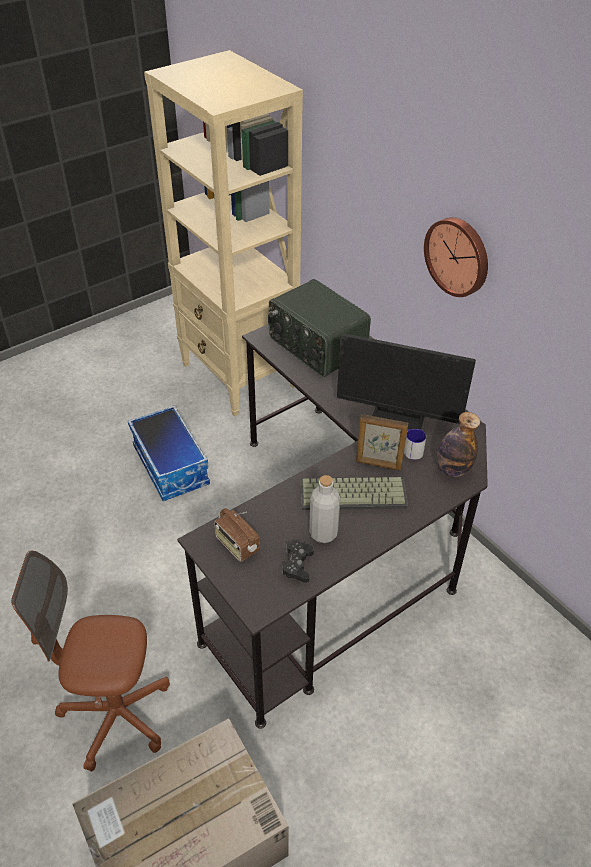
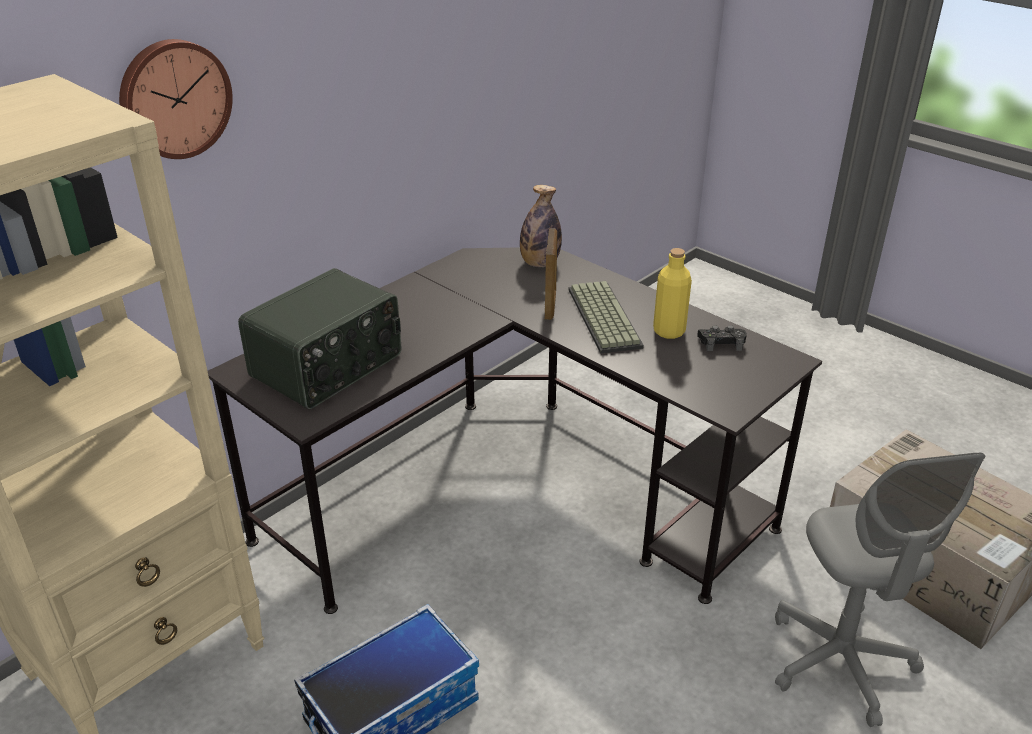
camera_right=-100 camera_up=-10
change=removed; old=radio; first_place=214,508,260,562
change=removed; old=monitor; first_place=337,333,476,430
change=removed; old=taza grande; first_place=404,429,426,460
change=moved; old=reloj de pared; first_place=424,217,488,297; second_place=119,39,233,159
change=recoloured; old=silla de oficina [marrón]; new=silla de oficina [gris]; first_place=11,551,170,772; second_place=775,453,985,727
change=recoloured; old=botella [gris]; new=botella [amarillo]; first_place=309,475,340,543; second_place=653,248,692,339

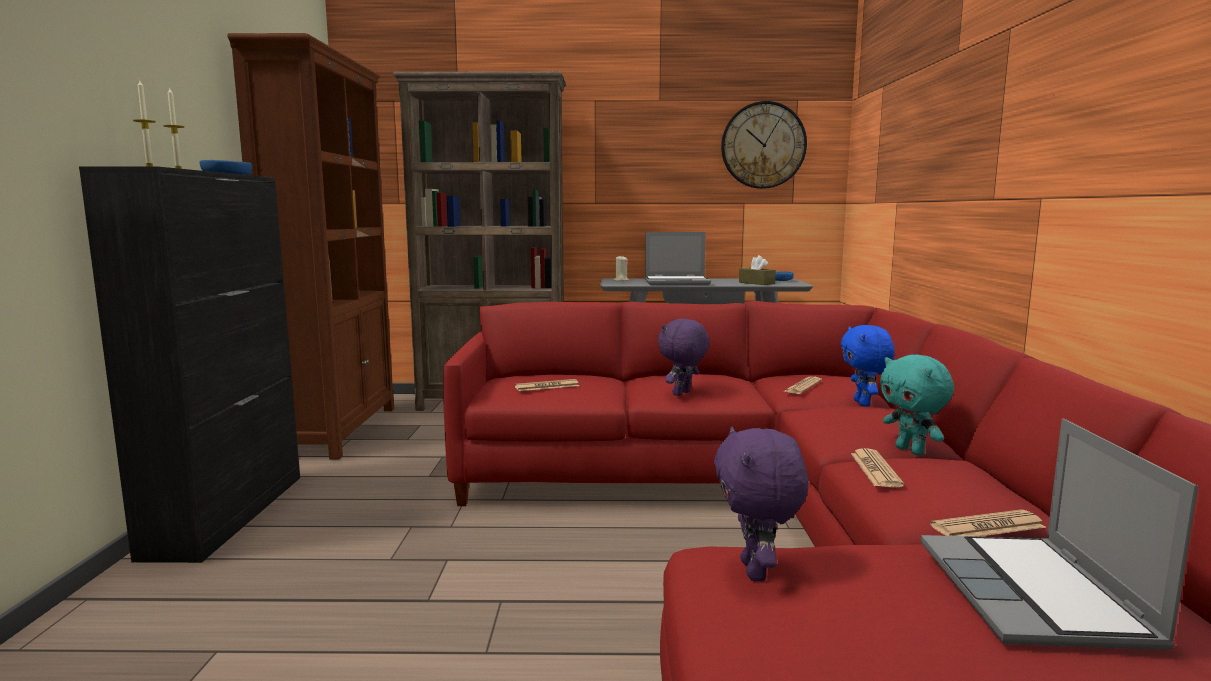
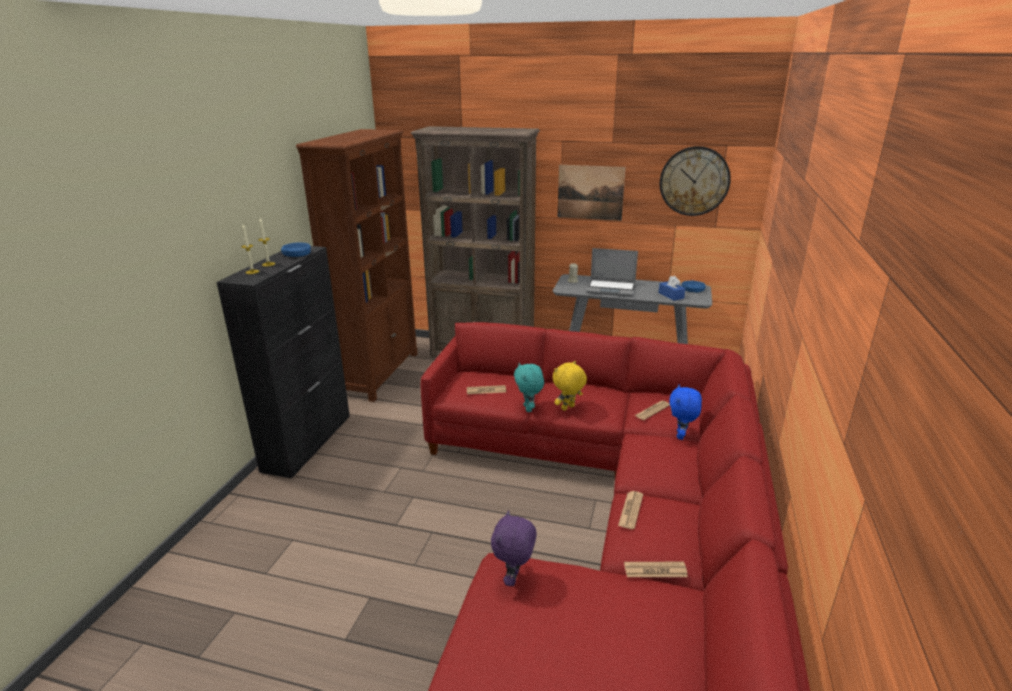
camera_right=15 camera_up=15
change=removed; old=portátil; first_place=921,418,1199,650
change=added; new=cuadro; second_place=558,165,626,221
change=moved; old=peluche [turquesa]; first_place=880,354,954,456; second_place=514,363,544,412
change=recoloured; old=peluche [morado]; new=peluche [amarillo]; first_place=658,319,710,396; second_place=553,361,587,411
change=recoloured; old=caja de pañuelos [marrón]; new=caja de pañuelos [azul]; first_place=739,255,776,285; second_place=659,276,685,301

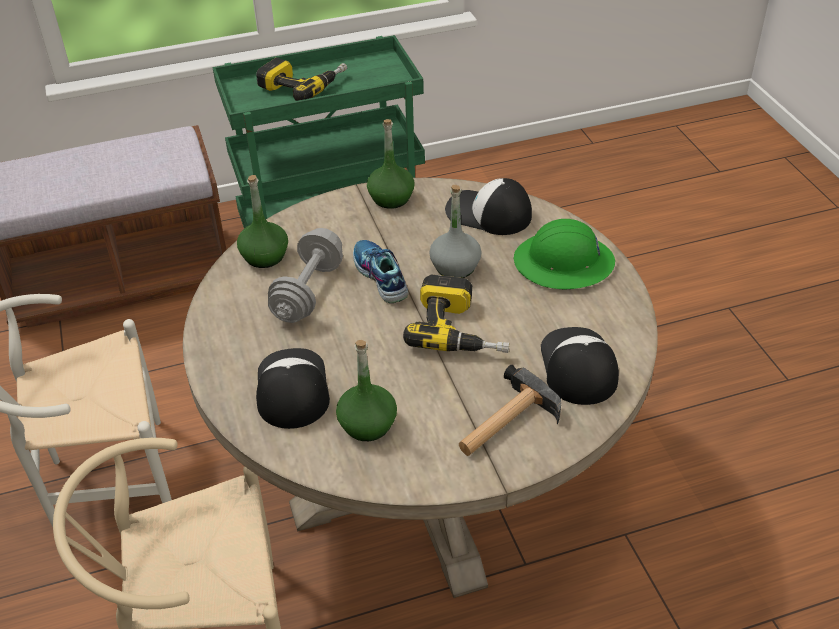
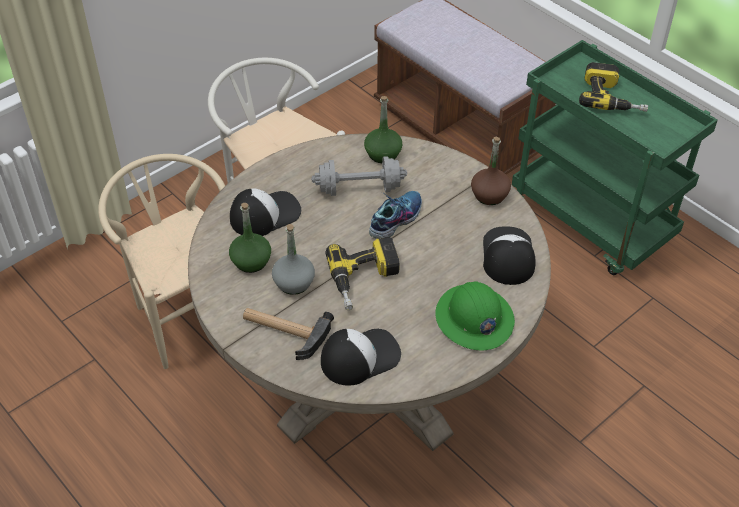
camera_right=65 camera_up=5
change=moved; old=botella [gris]; first_place=429,185,482,278; second_place=272,224,315,295
change=recoloured; old=botella [verde]; new=botella [marrón]; first_place=367,119,415,209; second_place=471,137,511,205

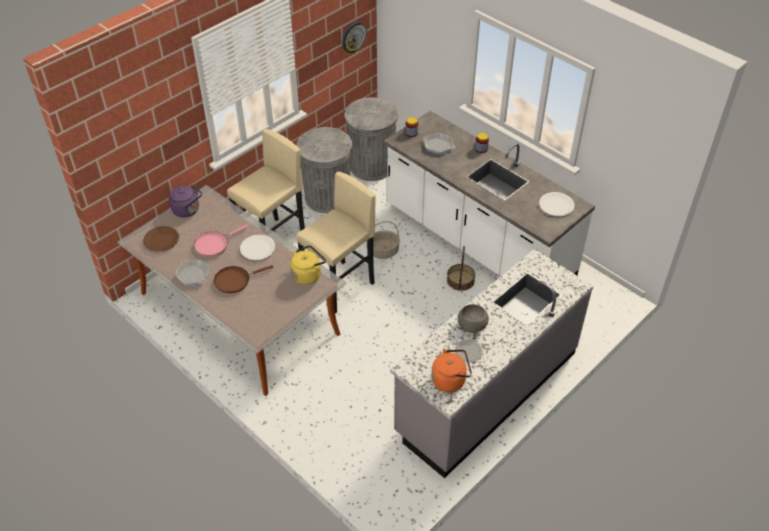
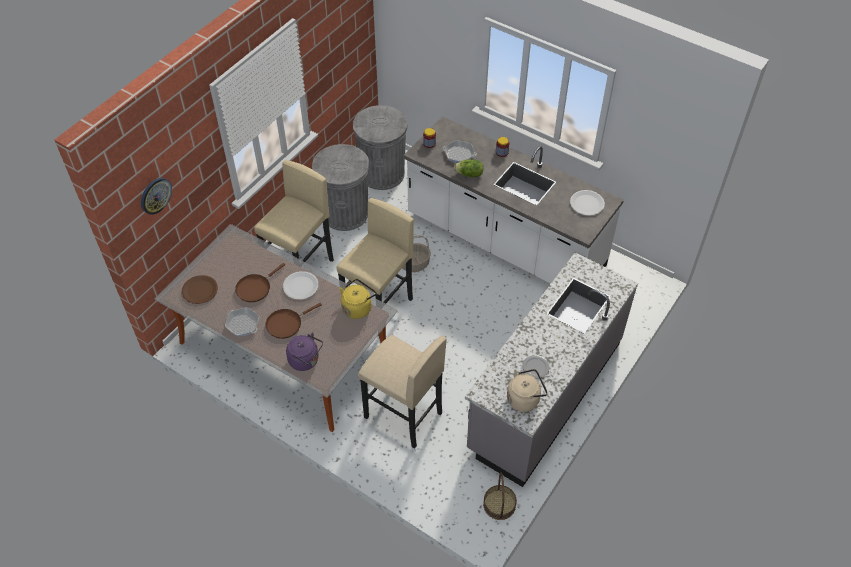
camera_right=-10 camera_up=5
change=removed; old=cuenco [gris]; first_place=458,304,489,333
change=added; new=taburete [beis]; second_place=358,335,447,449
change=added; new=lechuga; second_place=454,159,483,177
change=moved; old=hervidor [morado]; first_place=169,185,202,217; second_place=286,333,323,371
change=moved; old=reloj de pared; first_place=342,22,367,53; second_place=141,178,172,215
change=moved; old=cesta; first_place=447,246,475,291; second_place=483,472,517,520
change=recoloured; old=sartén [rosa]; new=sartén [marrón]; first_place=194,225,248,257; second_place=235,263,285,302
change=recoloured; old=hervidor [naranja]; new=hervidor [beis]; first_place=431,348,472,392; second_place=507,369,548,412

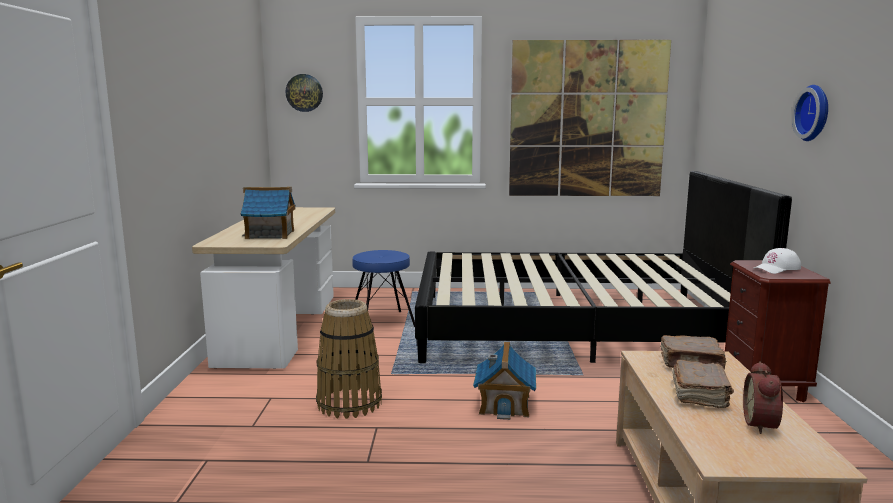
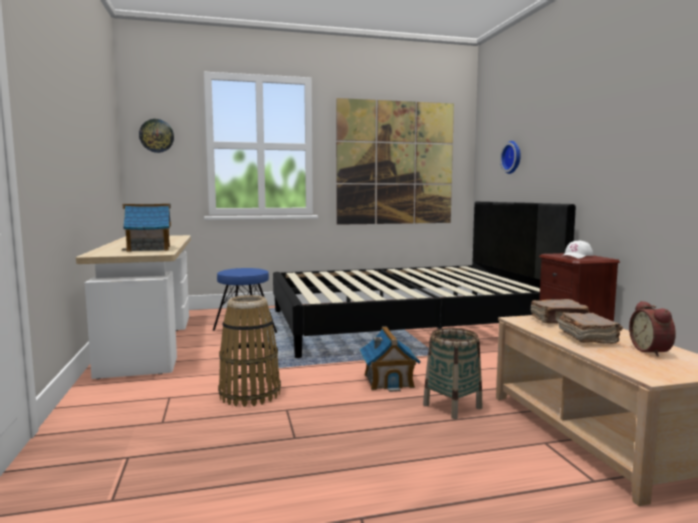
camera_right=-15 camera_up=-5
change=added; new=cesta; second_place=423,328,482,419
change=moved; old=reloj de pared; first_place=792,85,828,141; second_place=500,141,521,174

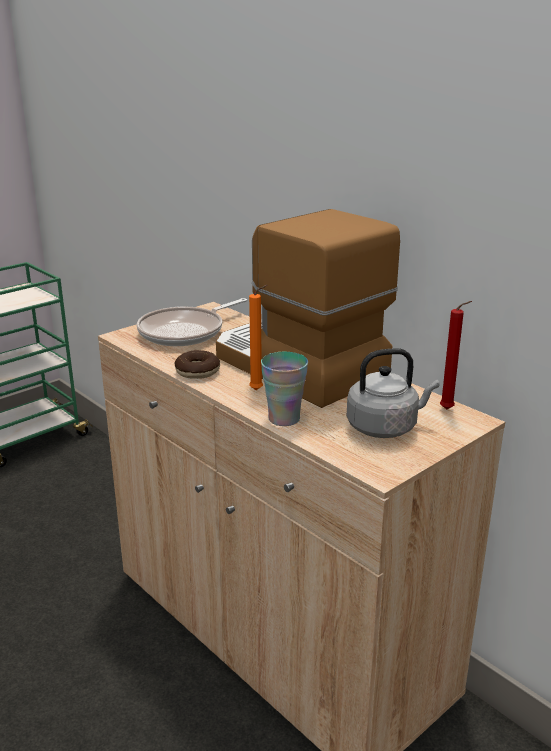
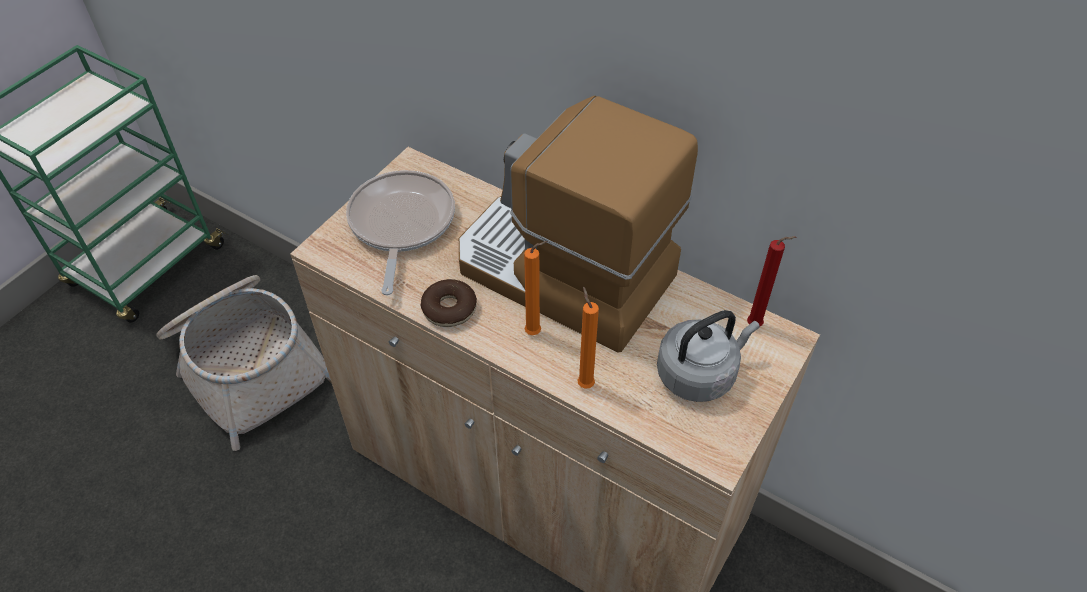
camera_right=-15 camera_up=25
change=added; new=cesta; second_place=156,275,332,451
change=replaced; old=taza; new=vela [naranja]; first_place=261,352,308,426; second_place=577,287,599,389
change=turned; old=sartén; first_place=137,298,247,346; second_place=346,170,455,295; degrees=150

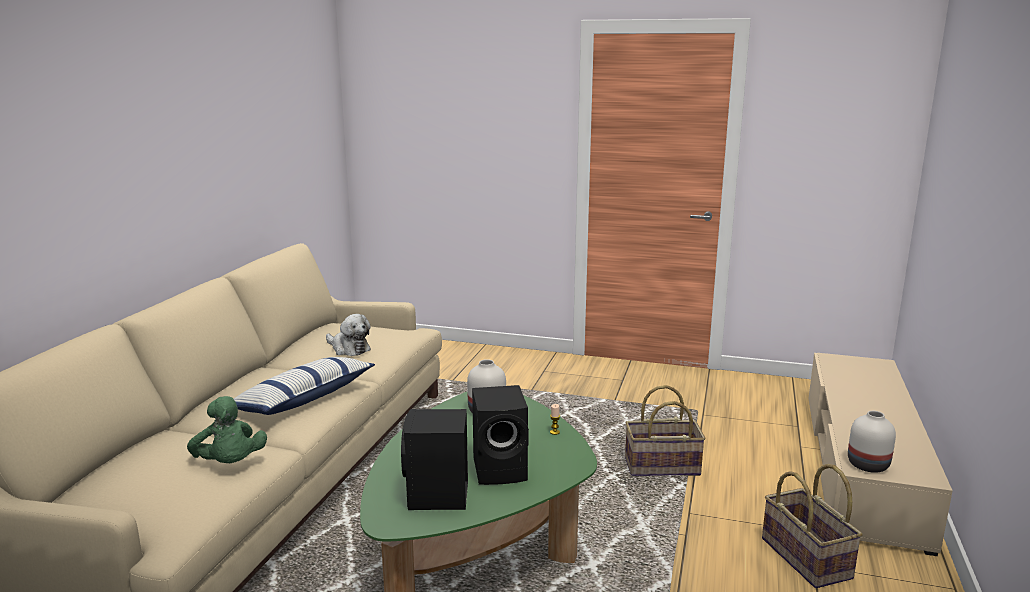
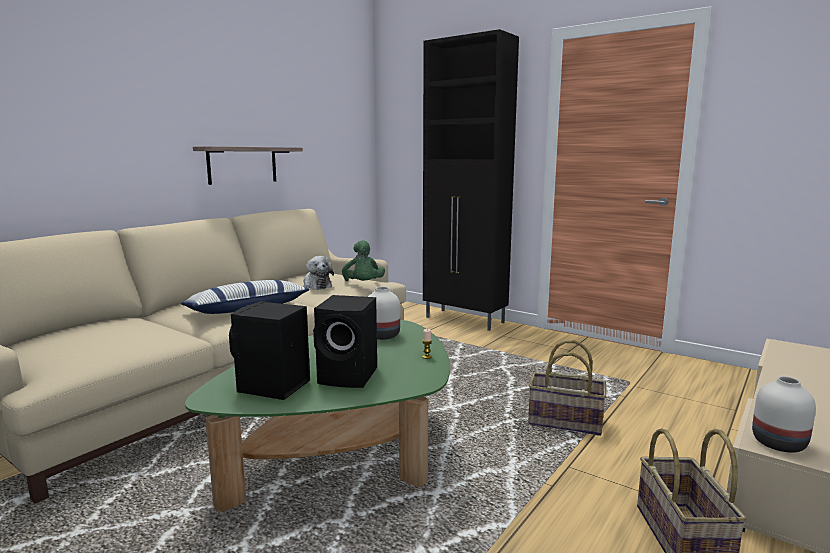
camera_right=20 camera_up=-5
change=added; new=estante; second_place=193,146,303,185
change=added; new=armario [negro]; second_place=423,29,519,331
change=moved; old=peluche [verde]; first_place=187,396,267,463; second_place=342,240,385,281

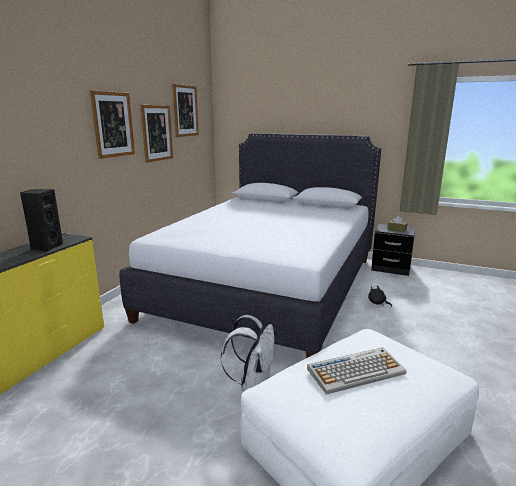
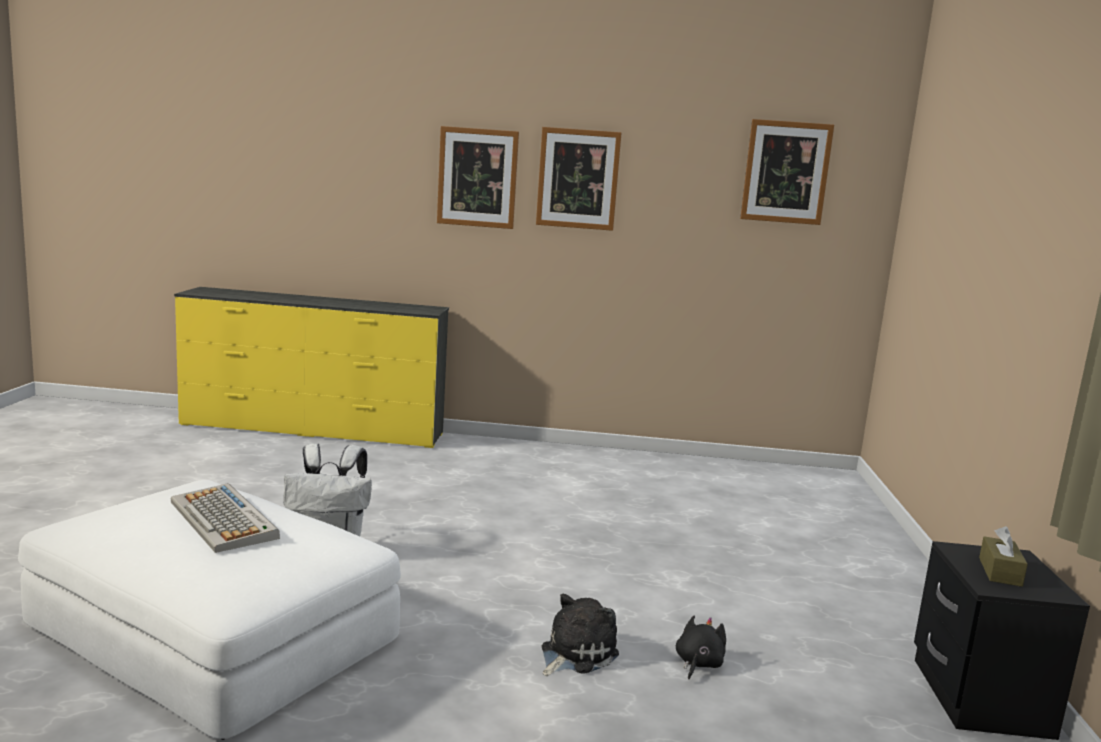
camera_right=70 camera_up=-5
change=removed; old=altavoz [negro]; first_place=20,189,63,252
change=removed; old=cama [blanco]; first_place=119,133,381,358
change=added; new=peluche; second_place=541,594,619,676
change=moved; old=cuadro; first_place=141,105,173,163; second_place=437,126,519,229

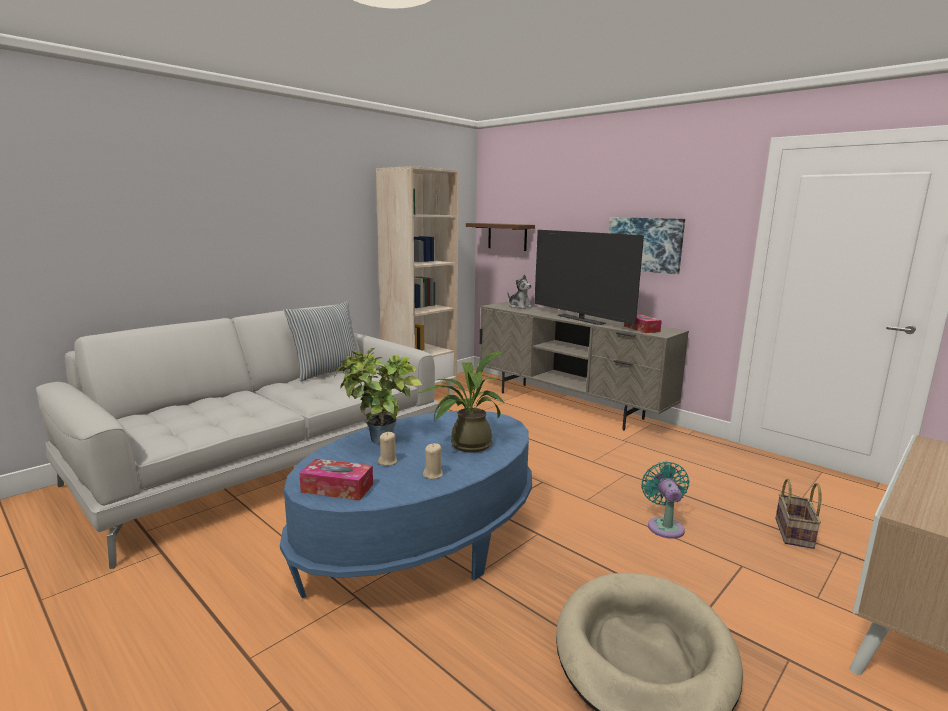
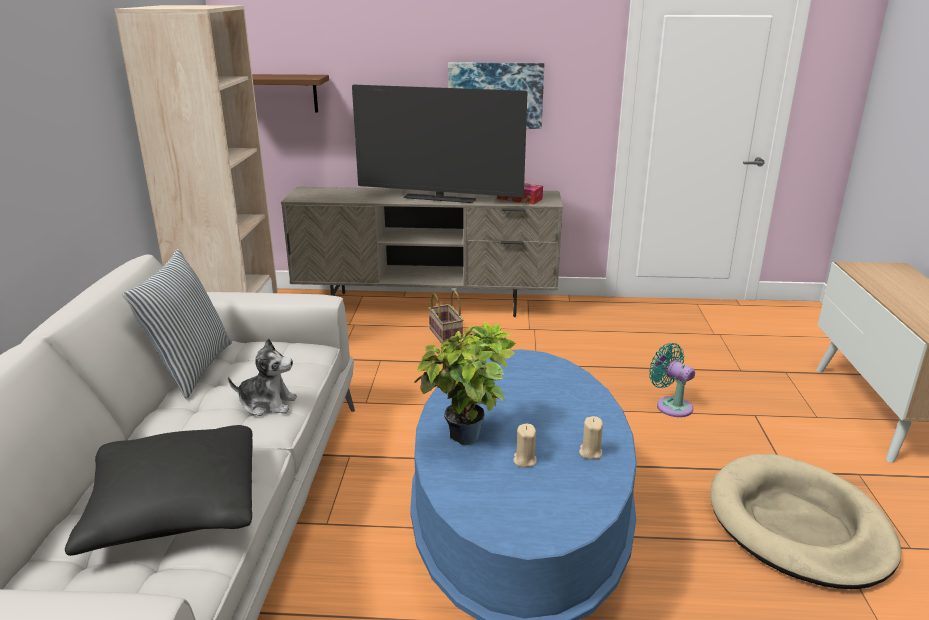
camera_right=-40 camera_up=10
change=removed; old=caja de pañuelos; first_place=299,459,373,501
change=removed; old=planta en maceta; first_place=419,351,505,453
change=added; new=cojín [negro]; second_place=65,425,253,556
change=moved; old=peluche; first_place=508,274,533,309; second_place=228,338,297,416
change=moved; old=cesta; first_place=775,479,822,549; second_place=428,290,463,344

